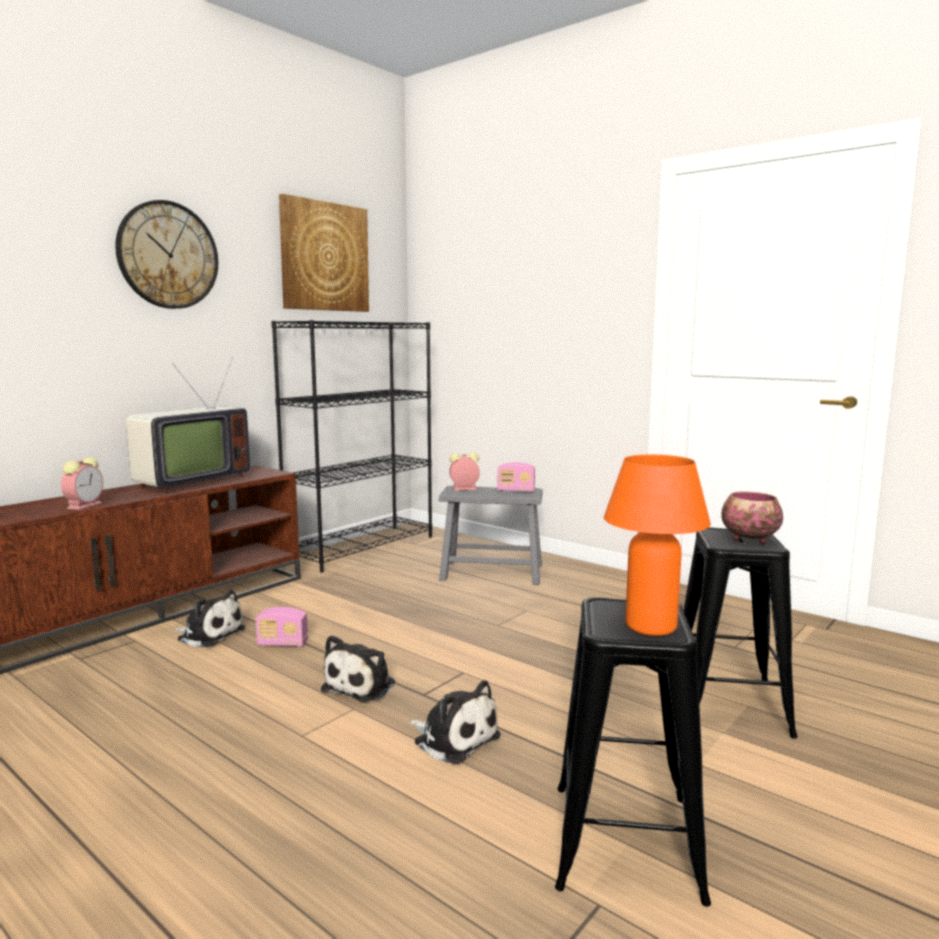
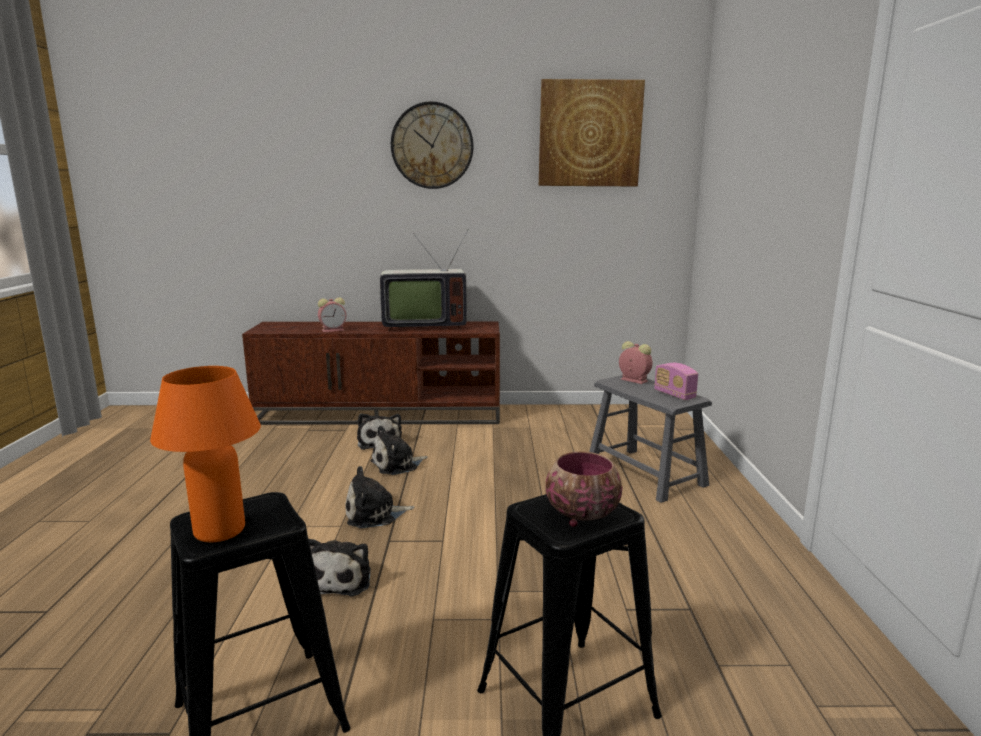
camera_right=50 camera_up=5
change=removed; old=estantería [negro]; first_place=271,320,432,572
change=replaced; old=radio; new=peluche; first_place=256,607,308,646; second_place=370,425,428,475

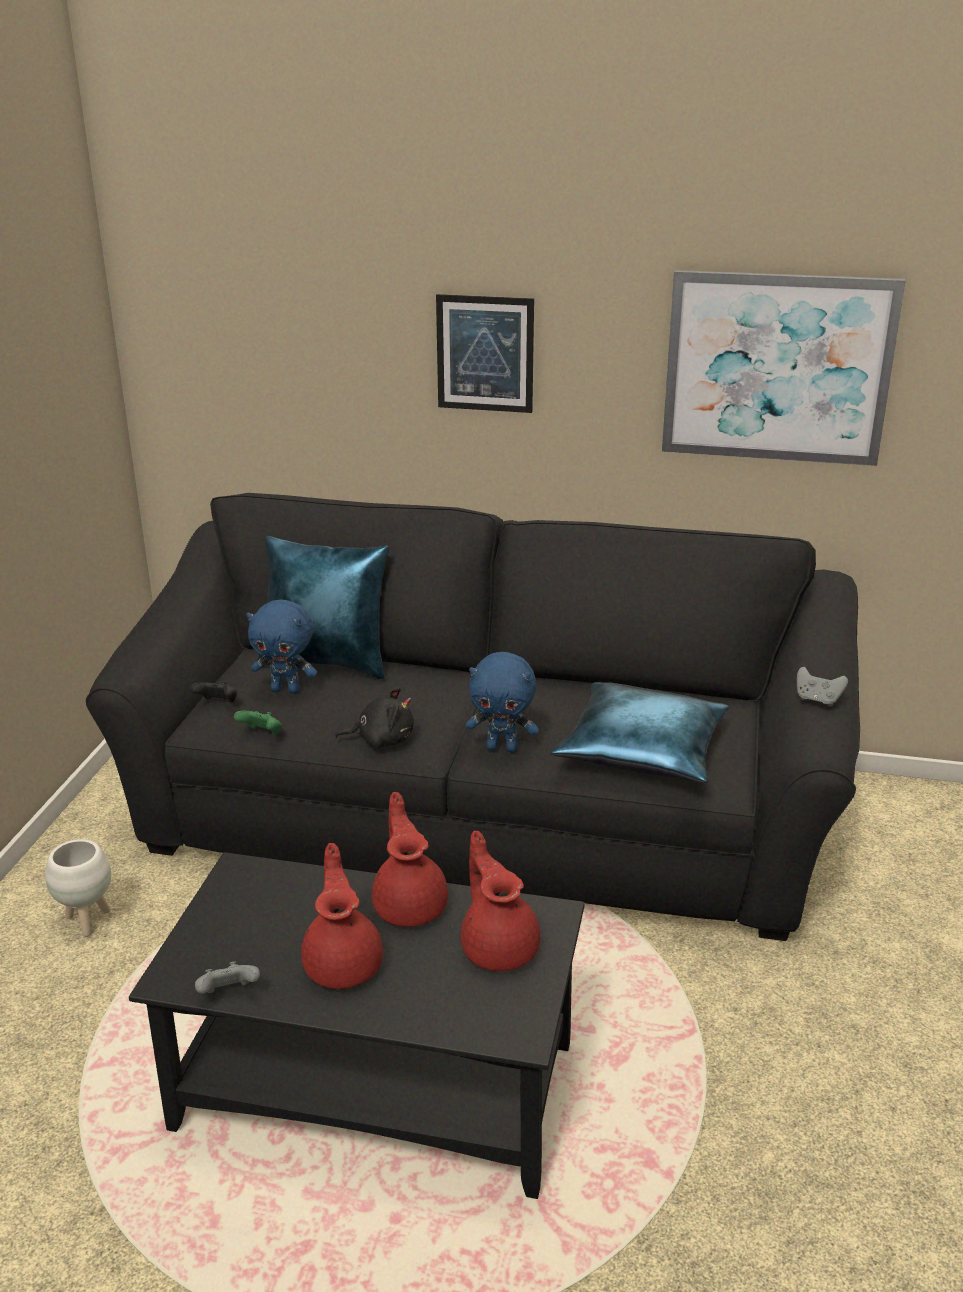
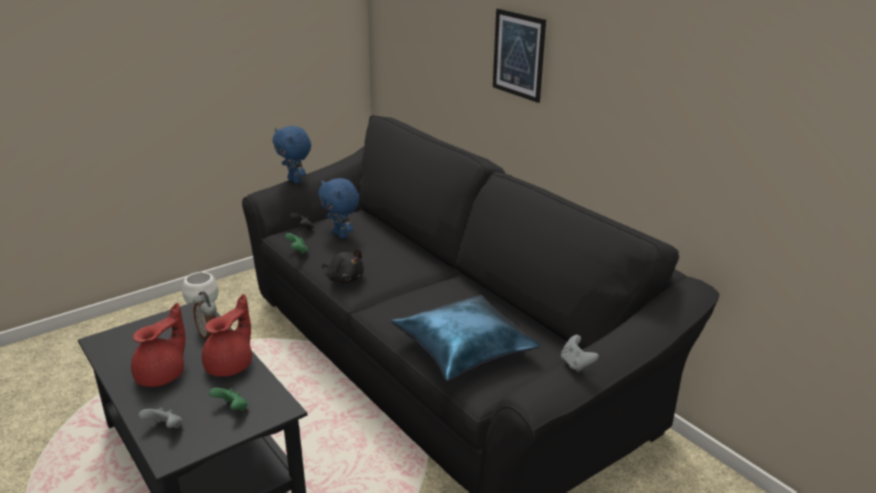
camera_right=40 camera_up=0
change=removed; old=cojín [azul]; first_place=257,536,389,679
change=removed; old=cuadro; first_place=662,270,905,466
change=added; new=despertador; second_place=193,291,217,339
change=moved; old=mando de consola [gris]; first_place=195,961,260,994; second_place=139,407,182,428
change=moved; old=peluche [azul]; first_place=466,652,539,752; second_place=273,126,311,184
change=replaced; old=tetera [rojo]; new=mando de consola [verde]; first_place=461,831,541,971; second_place=209,388,248,411

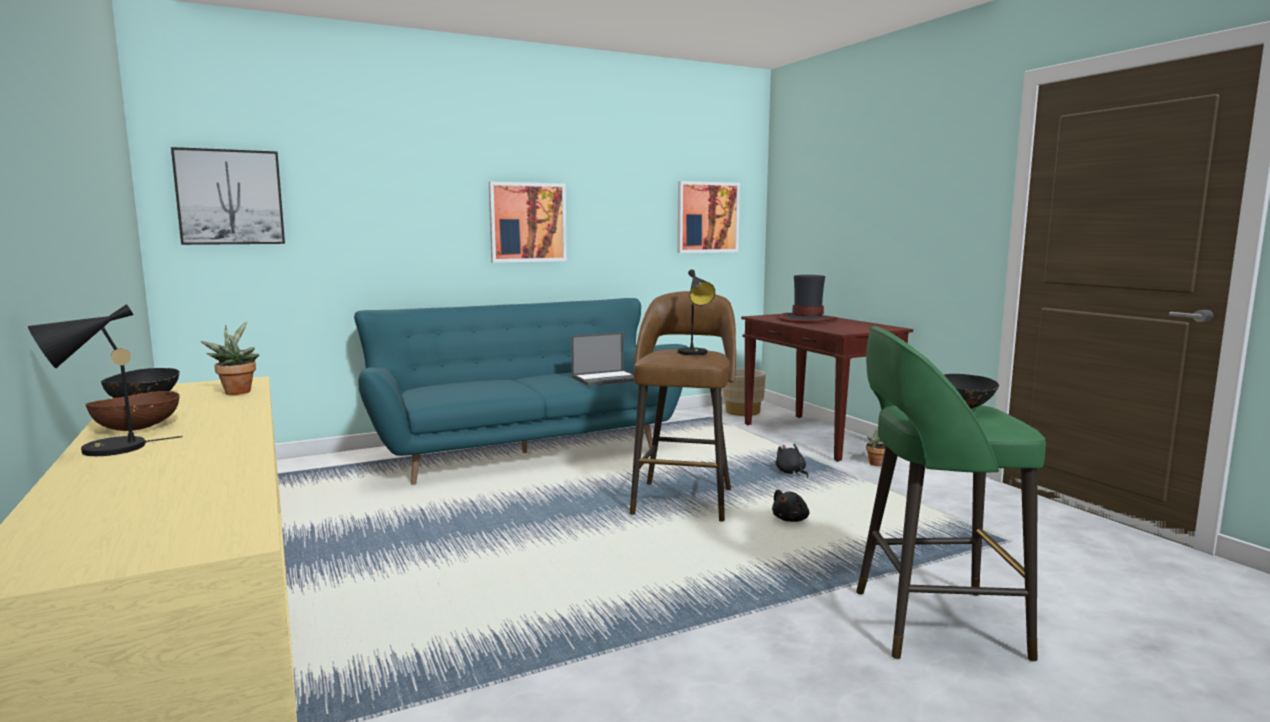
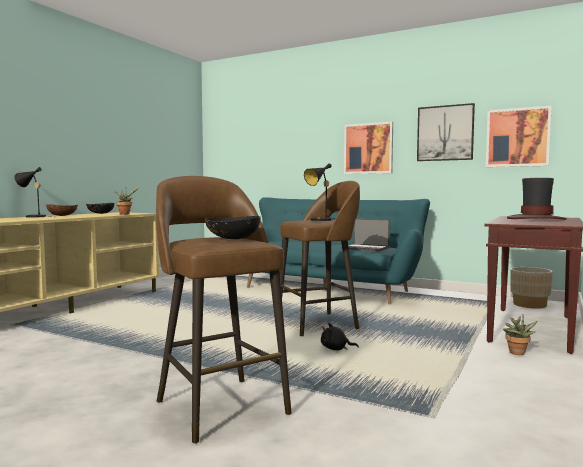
camera_right=55 camera_up=-5
change=removed; old=peluche [negro]; first_place=776,444,808,477
change=moved; old=cuadro; first_place=171,147,285,245; second_place=417,103,475,161
change=recoloured; old=taburete [verde]; new=taburete [marrón]; first_place=856,326,1046,662; second_place=156,176,292,444

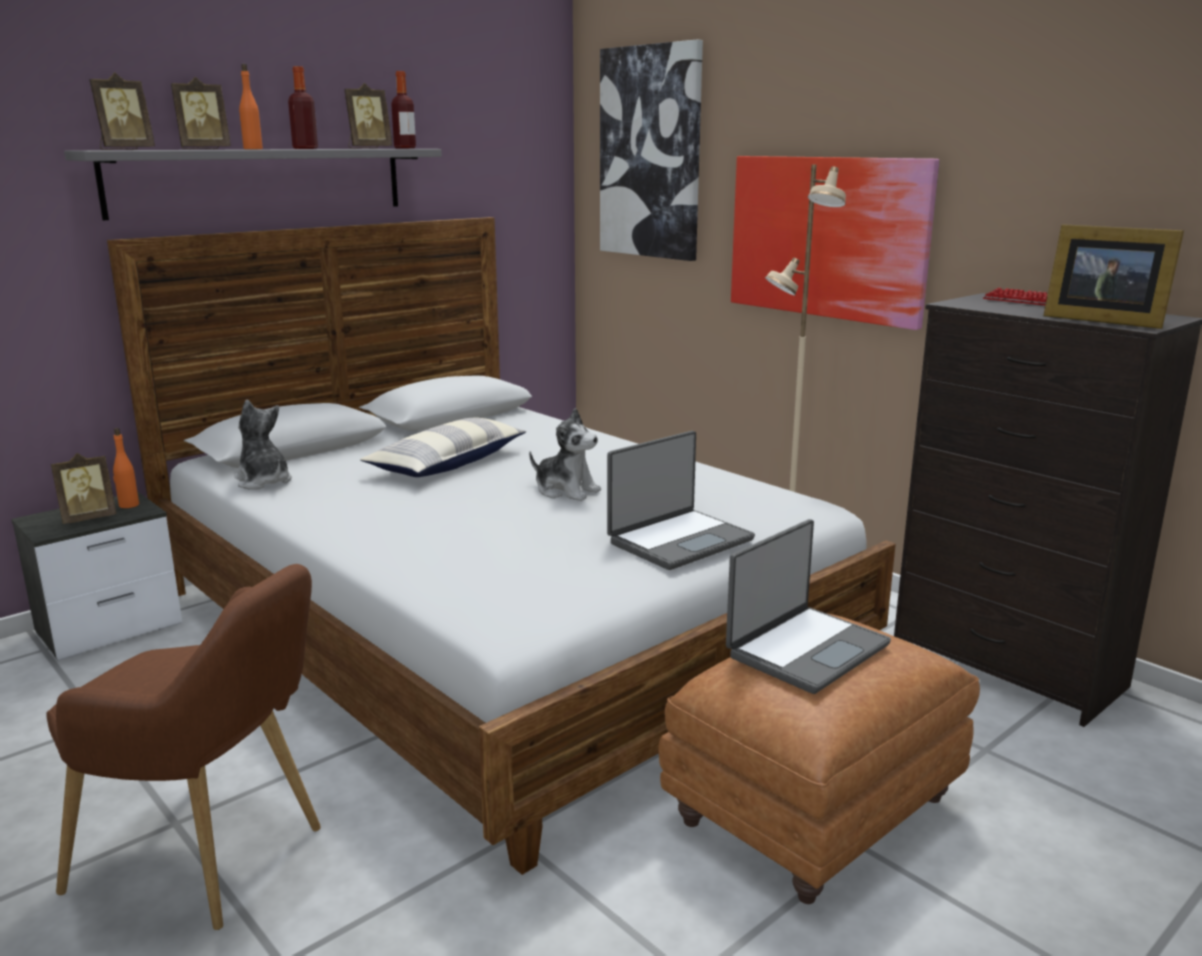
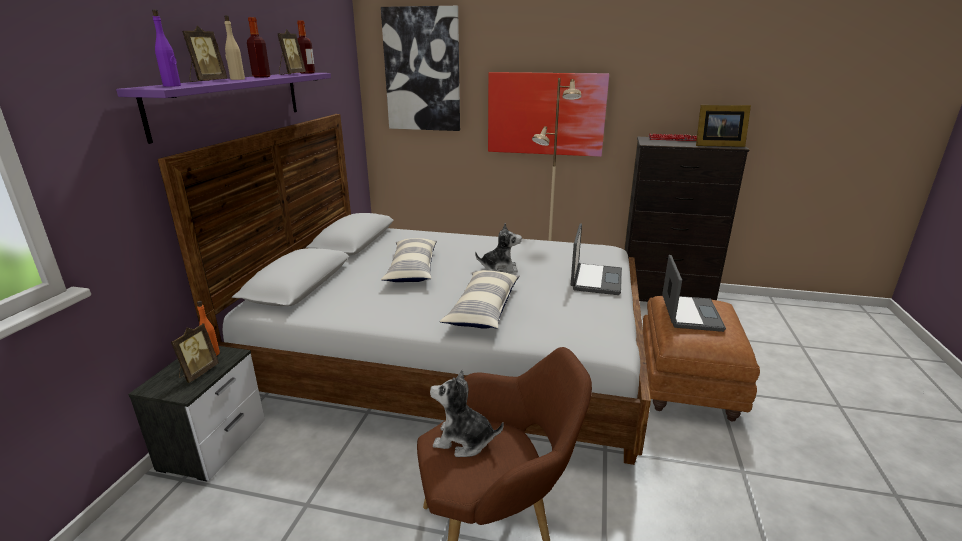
camera_right=-35 camera_up=5
change=added; new=cojín; second_place=440,270,520,329
change=moved; old=peluche; first_place=235,400,292,490; second_place=430,370,504,457
change=replaced; old=portarretratos; new=botella [morado]; first_place=90,72,155,150; second_place=152,9,181,87
change=recoloured; old=estante [gris]; new=estante [morado]; first_place=64,149,442,220; second_place=116,73,331,144
change=recoloured; old=botella [naranja]; new=botella [beis]; first_place=239,64,263,149; second_place=224,15,245,80

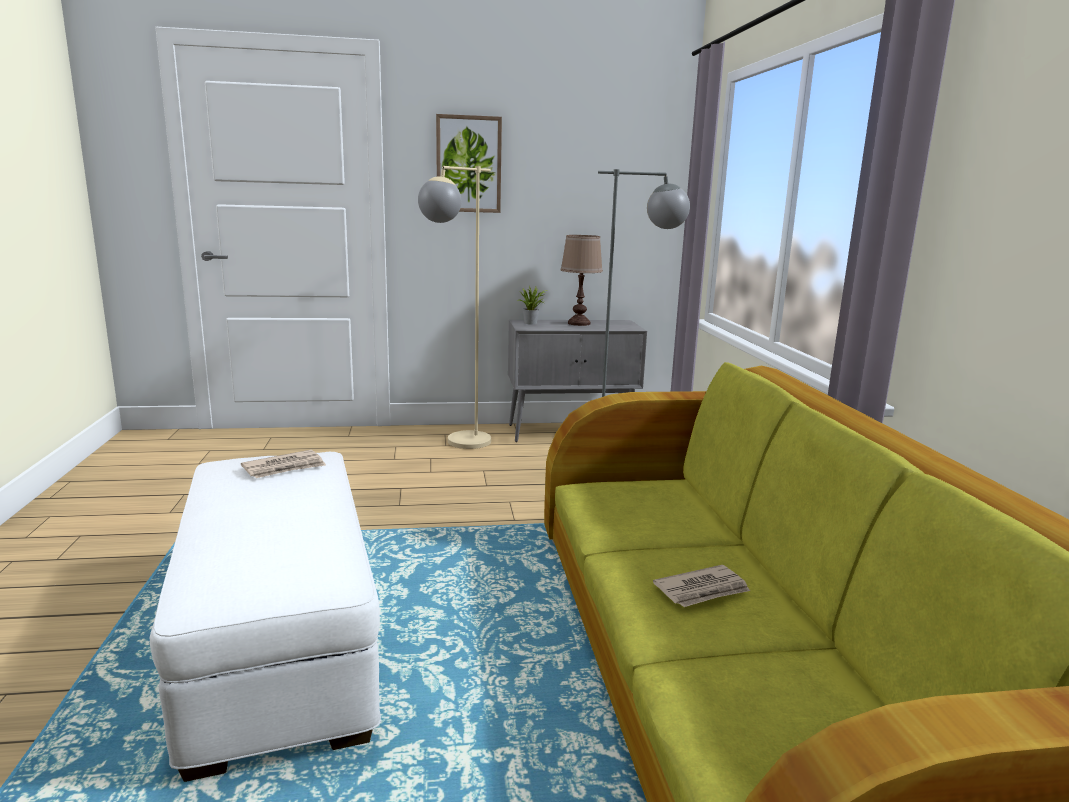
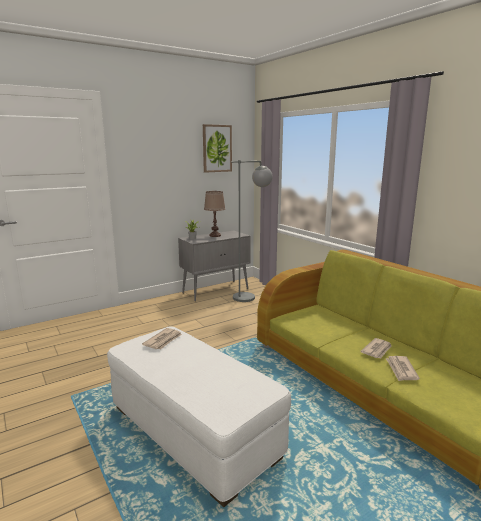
camera_right=-25 camera_up=0
change=removed; old=lámpara de pie [beis]; first_place=418,166,491,449
change=added; new=periódico; second_place=386,356,420,381
change=moved; old=cuadro; first_place=436,114,502,213; second_place=203,124,232,173

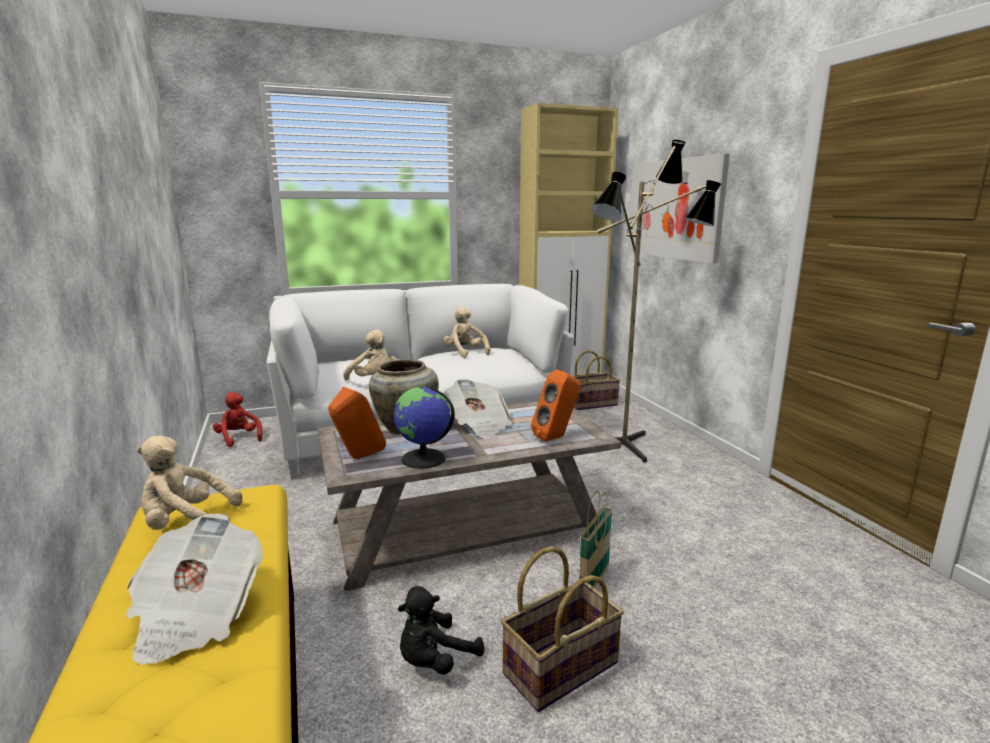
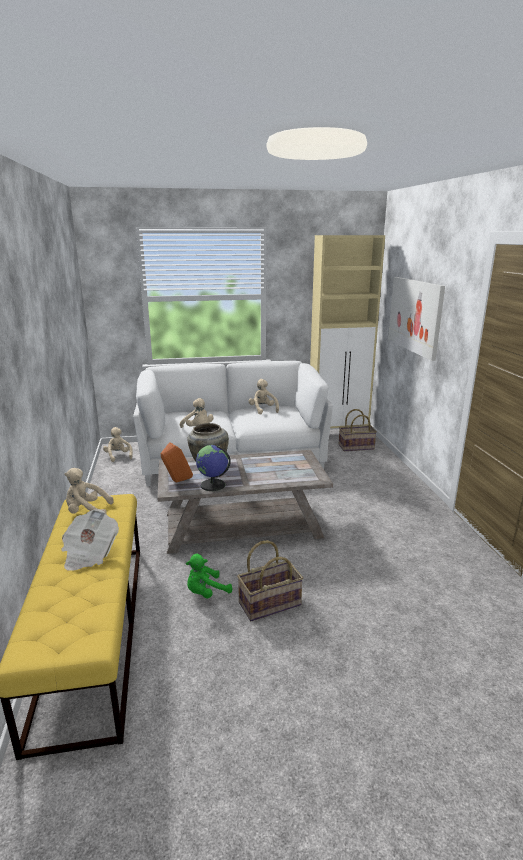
camera_right=10 camera_up=5
change=removed; old=periódico; first_place=444,379,512,439
change=removed; old=altavoz [naranja]; first_place=531,370,581,441
change=removed; old=cesta; first_place=579,490,613,588
change=removed; old=lámpara de pie; first_place=591,140,721,462
change=recoloured; old=peluche [rojo]; new=peluche [beis]; first_place=213,392,263,447; second_place=103,427,133,462
change=recoloured; old=peluche [negro]; new=peluche [verde]; first_place=398,586,484,675; second_place=186,554,232,599

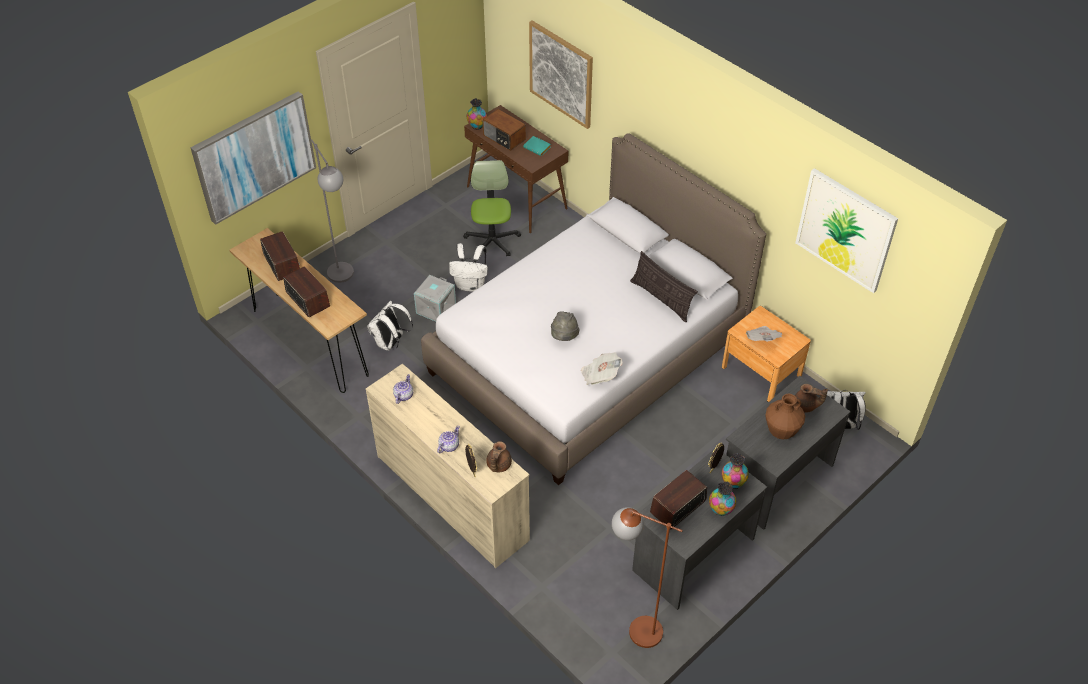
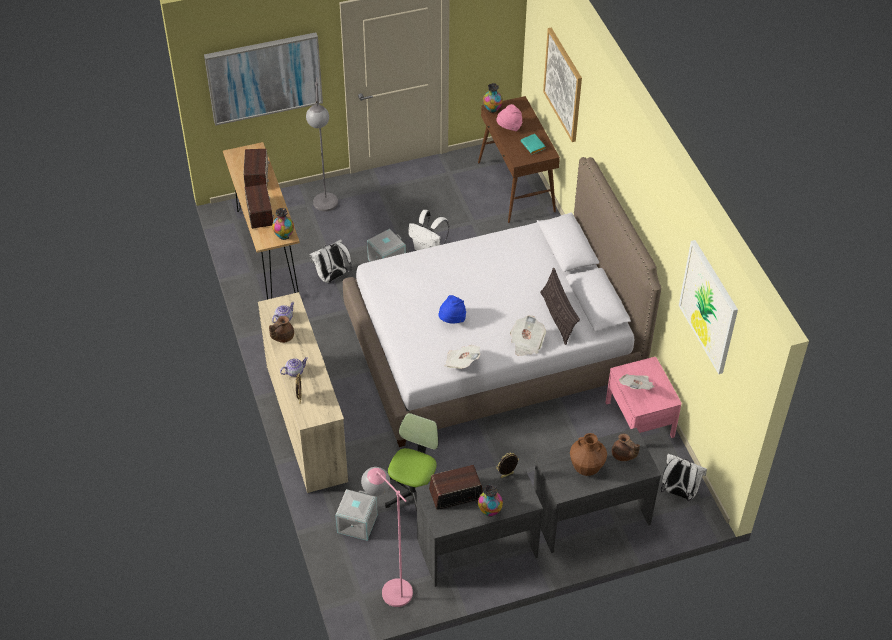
camera_right=25 camera_up=0
change=added; new=caja de almacenaje [gris]; second_place=335,489,378,541
change=added; new=periódico; second_place=510,315,546,356
change=moved; old=silla de oficina; first_place=463,160,521,256; second_place=385,413,439,511
change=moved; old=tetera [marrón]; first_place=486,441,512,472; second_place=269,316,294,343
change=moved; old=florero; first_place=722,453,749,489; second_place=272,208,294,240
change=replaced; old=radio; new=sombrero [rosa]; first_place=483,109,526,151; second_place=496,104,522,131
change=recoloured; old=sombrero [gris]; new=sombrero [azul]; first_place=551,311,579,341; second_place=438,295,466,324
change=recoloured; old=lámpara de pie [marrón]; new=lámpara de pie [rosa]; first_place=612,507,683,648; second_place=361,467,413,607
change=recoloured; old=mesita de noche [marrón]; new=mesita de noche [rosa]; first_place=722,306,811,402; second_place=606,357,682,438

